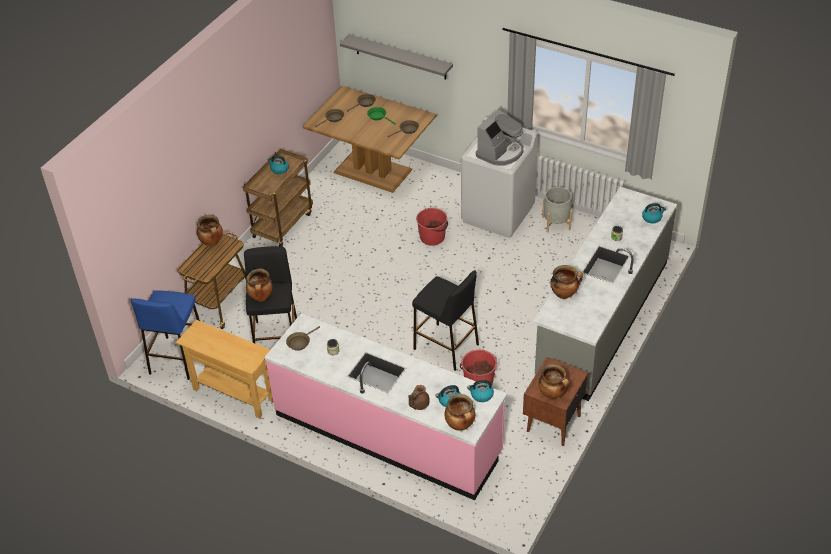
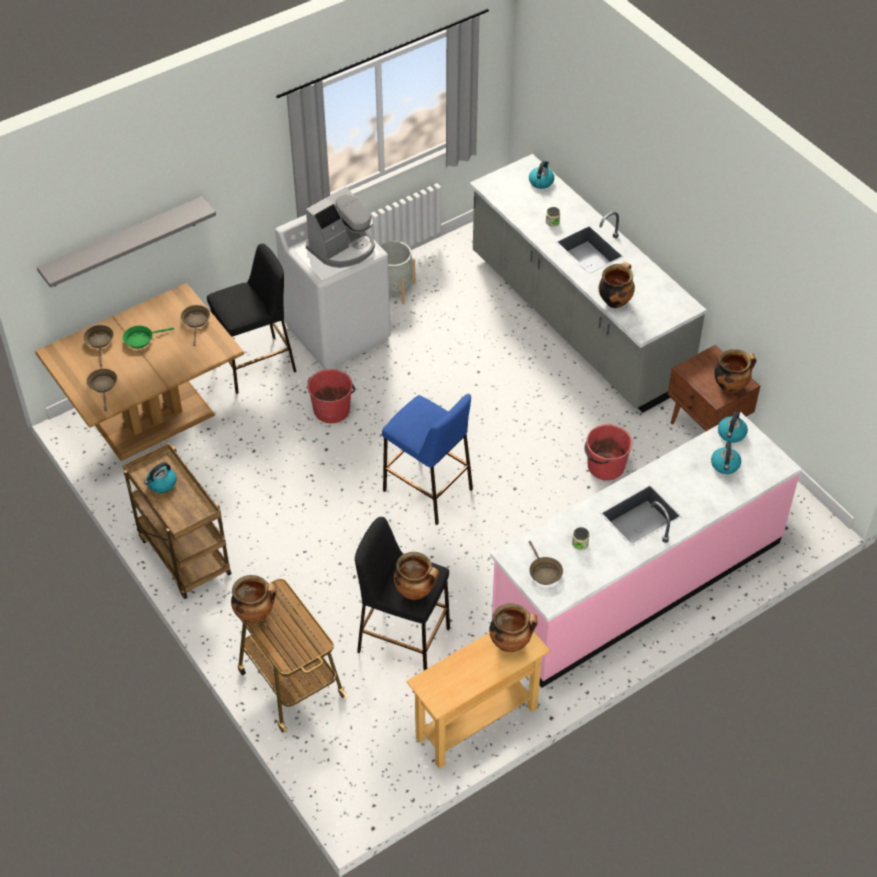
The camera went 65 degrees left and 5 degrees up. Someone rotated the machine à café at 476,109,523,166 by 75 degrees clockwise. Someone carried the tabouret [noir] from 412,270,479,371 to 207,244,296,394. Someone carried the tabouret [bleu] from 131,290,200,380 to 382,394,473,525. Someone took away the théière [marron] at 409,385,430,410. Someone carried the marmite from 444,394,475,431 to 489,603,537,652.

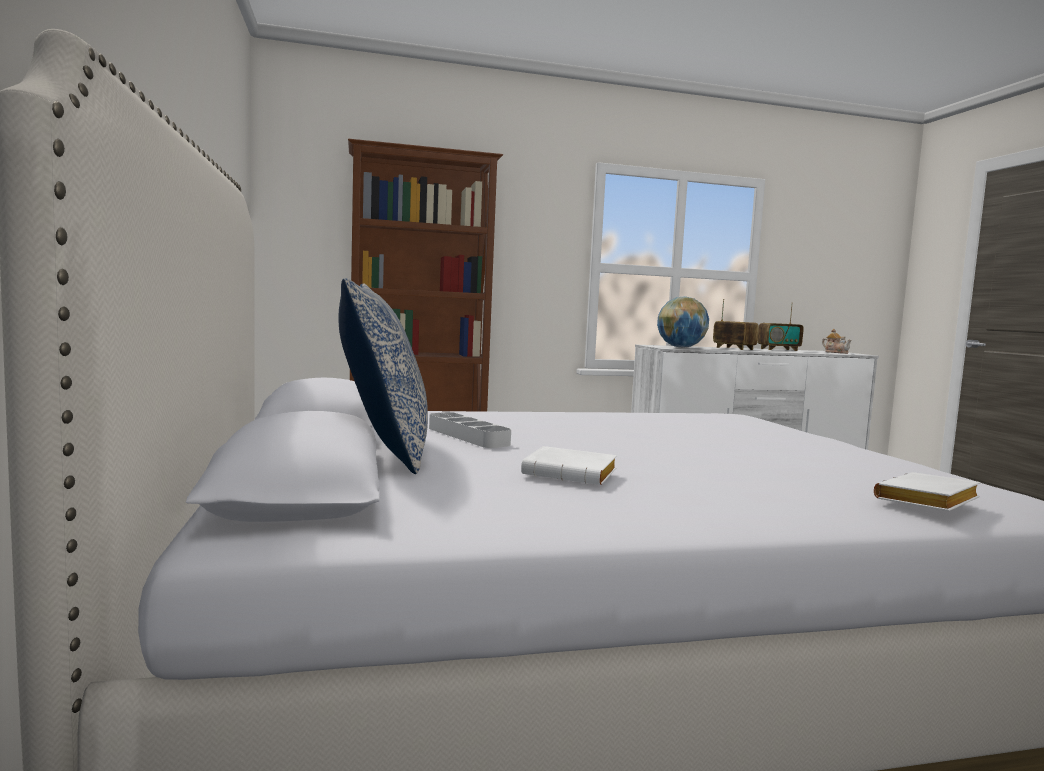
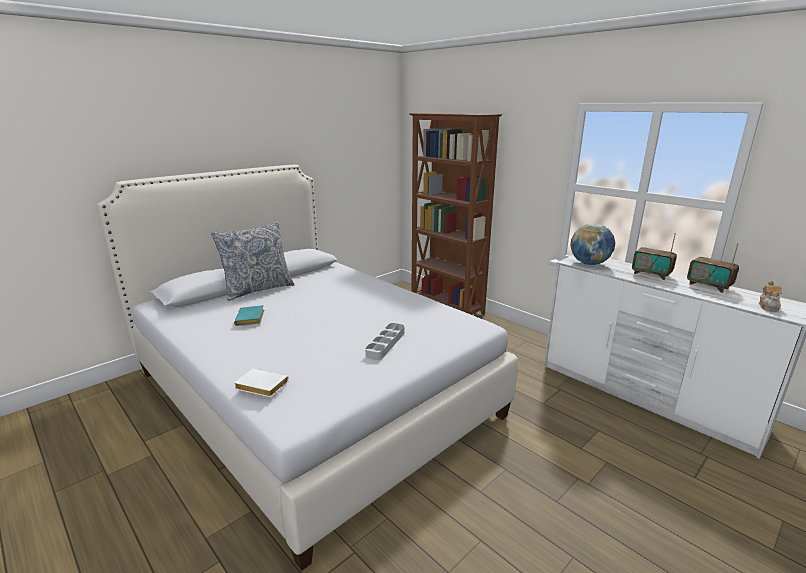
The camera went 60 degrees right and 15 degrees up. Someone rotated the radio at 713,299,759,350 by 105 degrees clockwise. Someone carried the plateau [gris] from 429,412,511,448 to 365,323,404,360. Someone repainted the livre [blanc] at 521,446,617,485, which became the livre [turquoise] at 234,305,264,326.

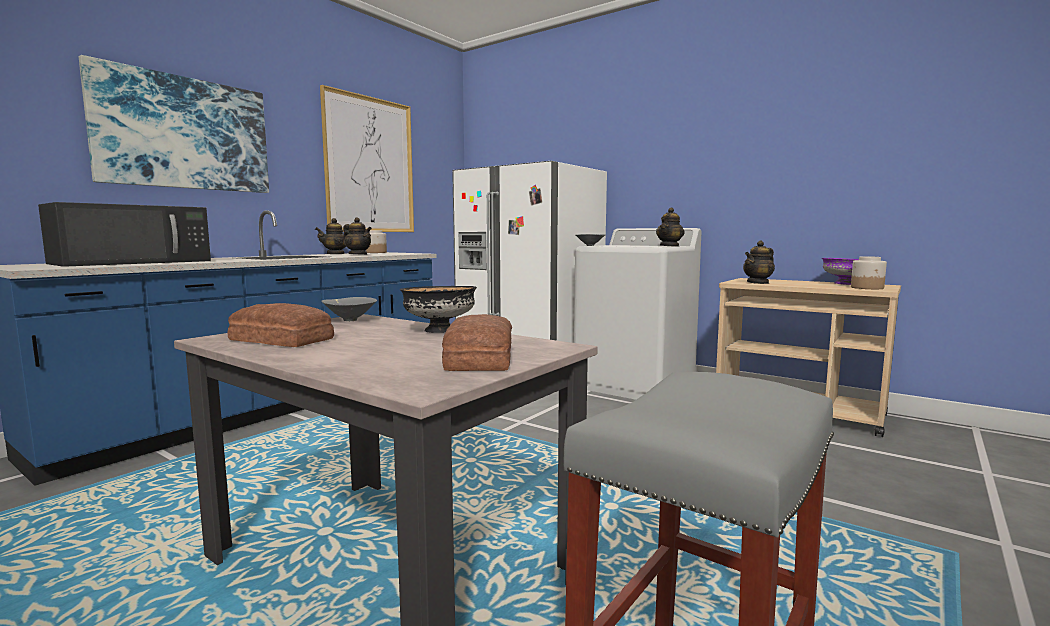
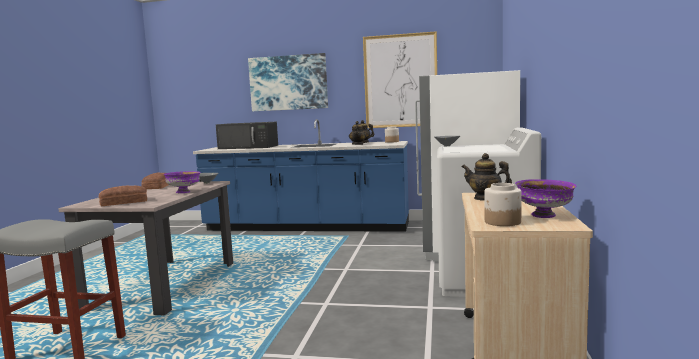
The camera went 65 degrees right and 0 degrees up. Someone took away the théière at 656,207,685,247. Someone repainted the bol [noir] at 400,286,477,333, which became the bol [violet] at 163,171,201,193.

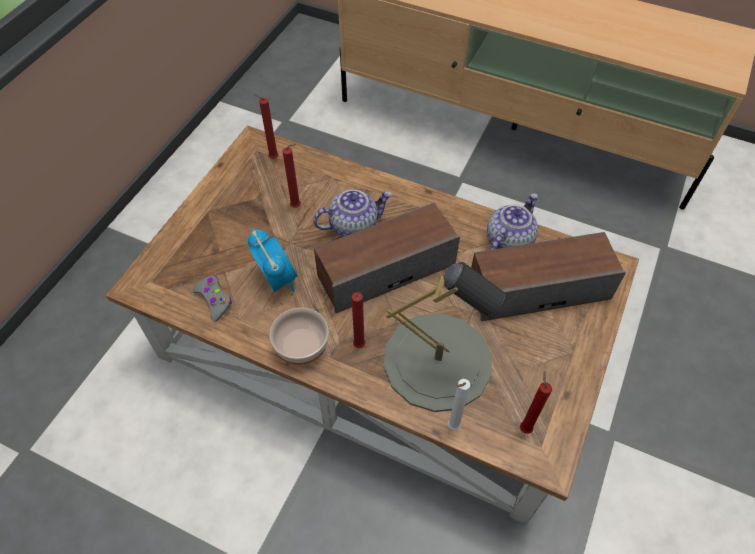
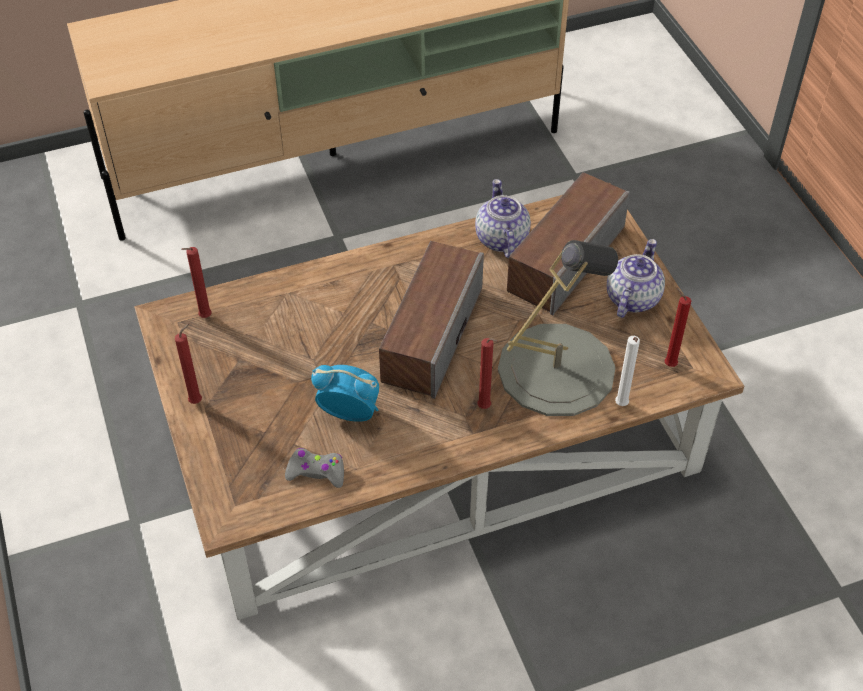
The camera went 45 degrees left and 5 degrees down. Someone carried the bougie [rouge] from 283,144,301,208 to 175,323,202,404. Someone carried the théière from 313,189,392,237 to 607,239,665,318. Someone took away the bol at 270,308,329,365.

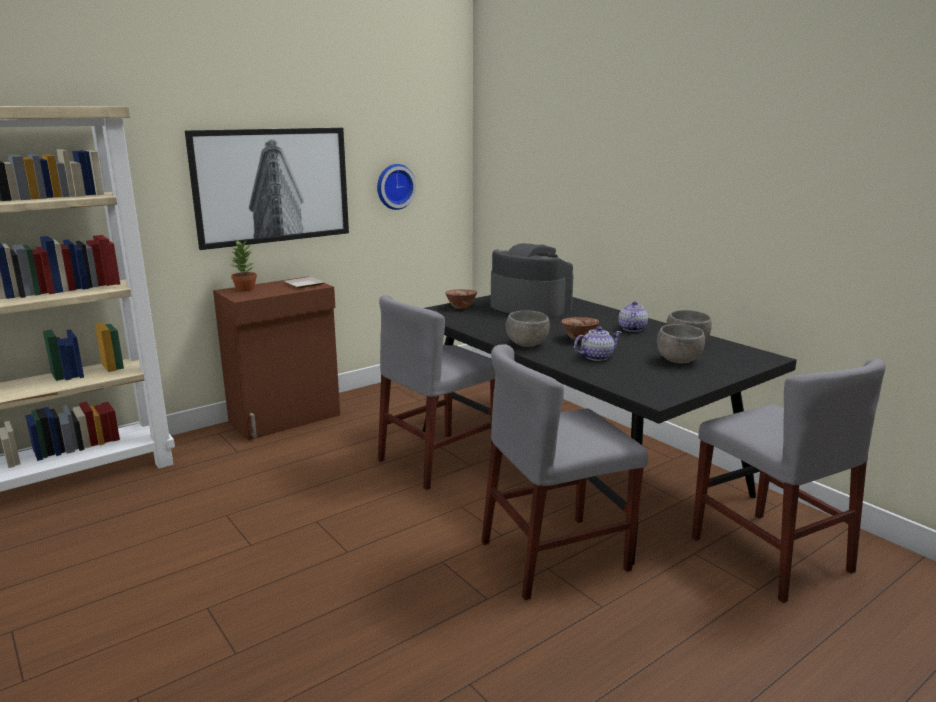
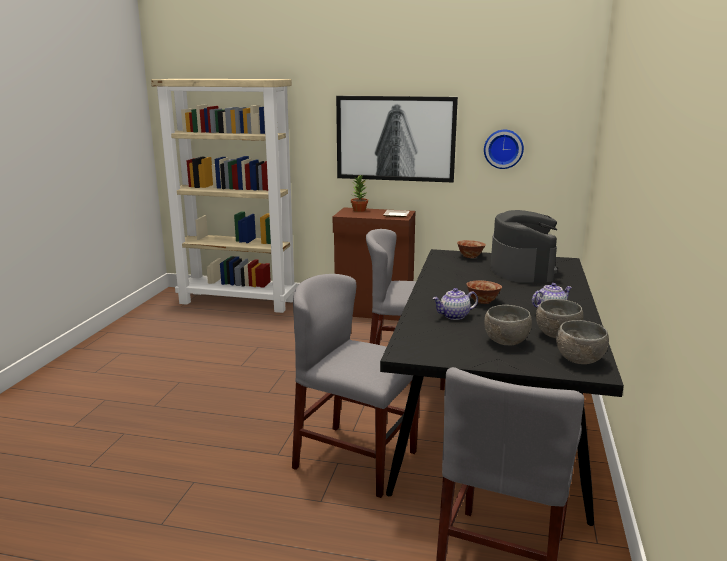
The camera went 50 degrees right and 0 degrees up. Someone carried the bol [gris] from 506,311,550,347 to 556,320,609,364. Someone rotated the théière at 574,327,622,361 by 135 degrees clockwise.

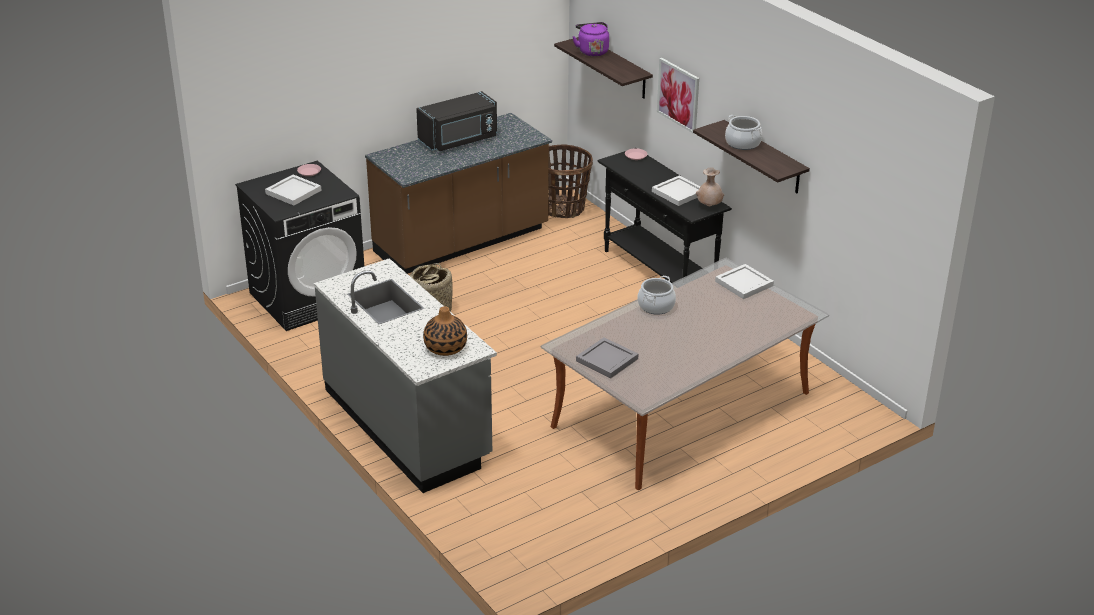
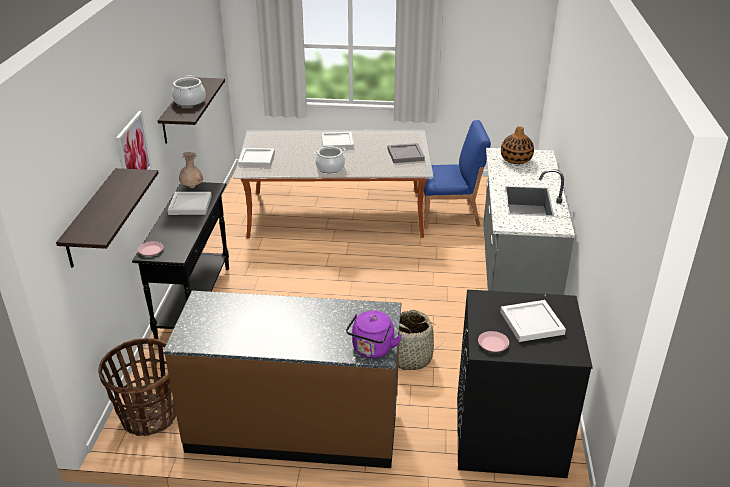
The camera went 140 degrees left and 0 degrees up. Someone carried the bouilloire [violet] from 573,22,609,57 to 346,311,402,358. Someone took away the micro-ondes [noir] at 416,91,497,151. Someone put down the chaise [bleu] at 418,120,491,229. Someone put down the plateau [blanc] at 322,132,354,149.

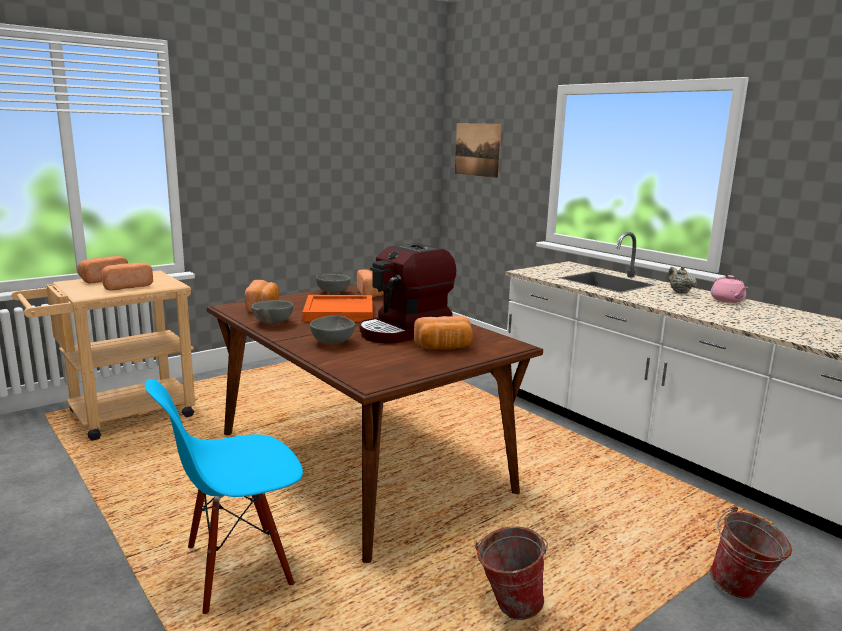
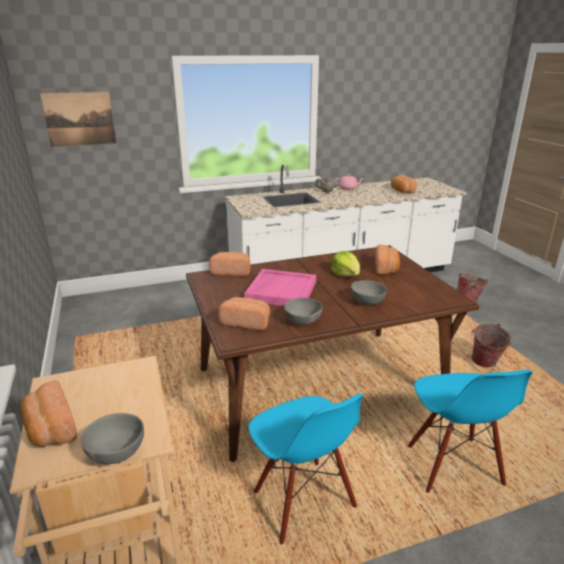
The camera went 70 degrees left and 10 degrees up. Someone swapped the machine à café at 360,243,456,344 for the laitue at 331,251,360,277. Someone carried the pain from 101,263,153,290 to 391,175,417,194. Someone carried the bol [gris] from 316,274,351,293 to 81,413,144,464. Someone repainted the plateau [orange] at 302,295,373,322, which became the plateau [rose] at 244,269,316,306. Someone put down the chaise [bleu] at 248,394,363,544.

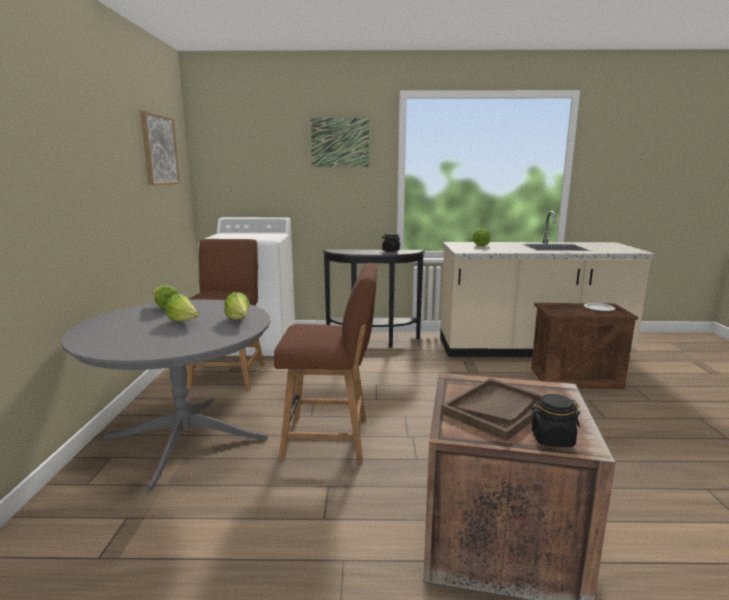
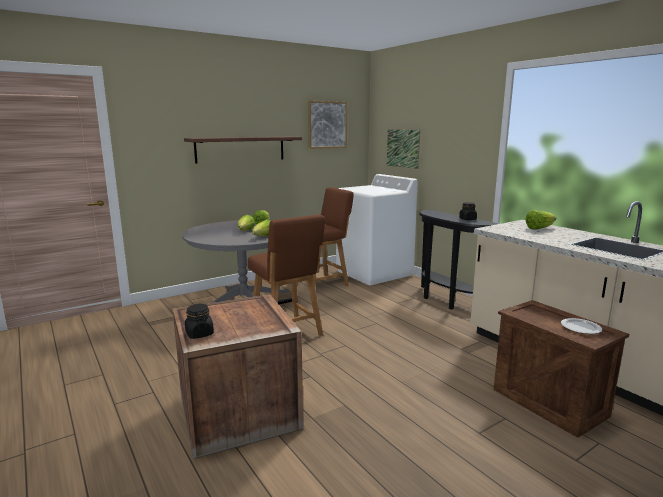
The camera went 55 degrees right and 0 degrees up. Someone carried the tableau from 310,118,369,167 to 387,129,420,169. Someone took away the plateau [marron] at 441,378,543,441. Someone put up the étagère at 184,137,302,164.

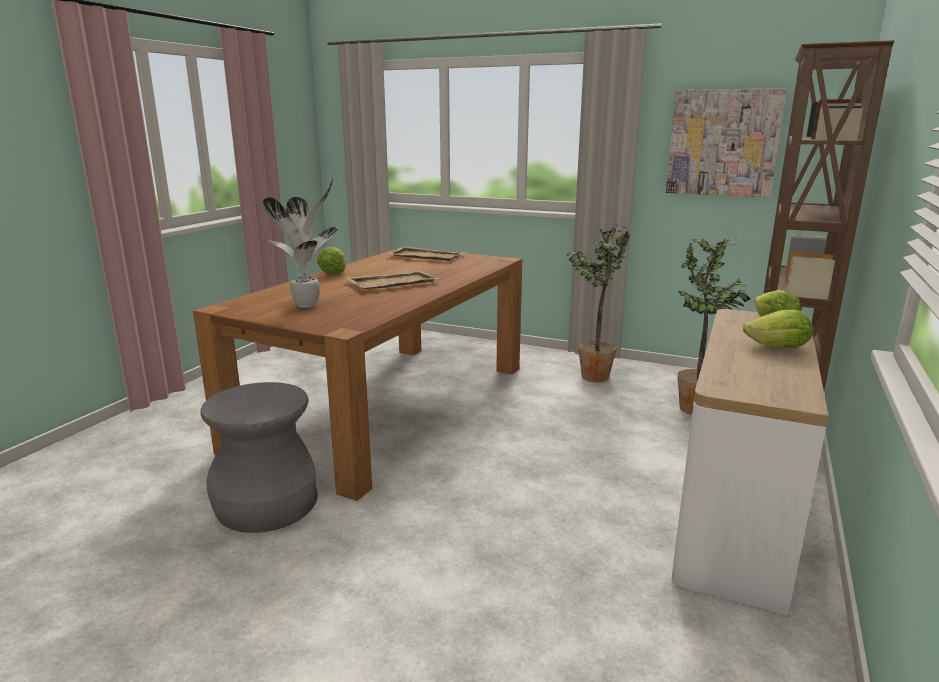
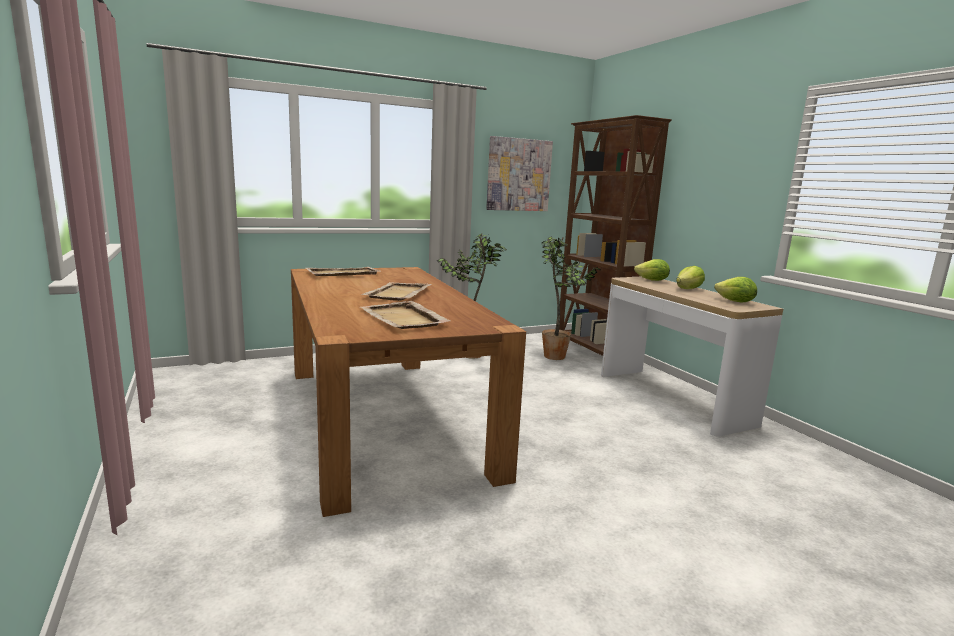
The camera went 50 degrees left and 5 degrees down. Someone swapped the plante en pot at 263,178,338,308 for the plateau [beige] at 360,301,450,329. Someone carried the laitue from 317,247,346,274 to 714,277,757,302. Someone took away the tabouret [gris] at 201,382,318,533.

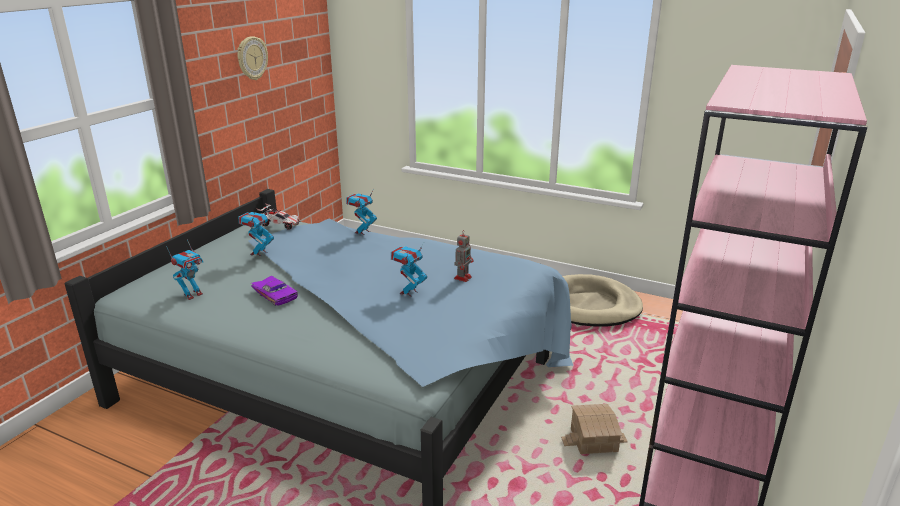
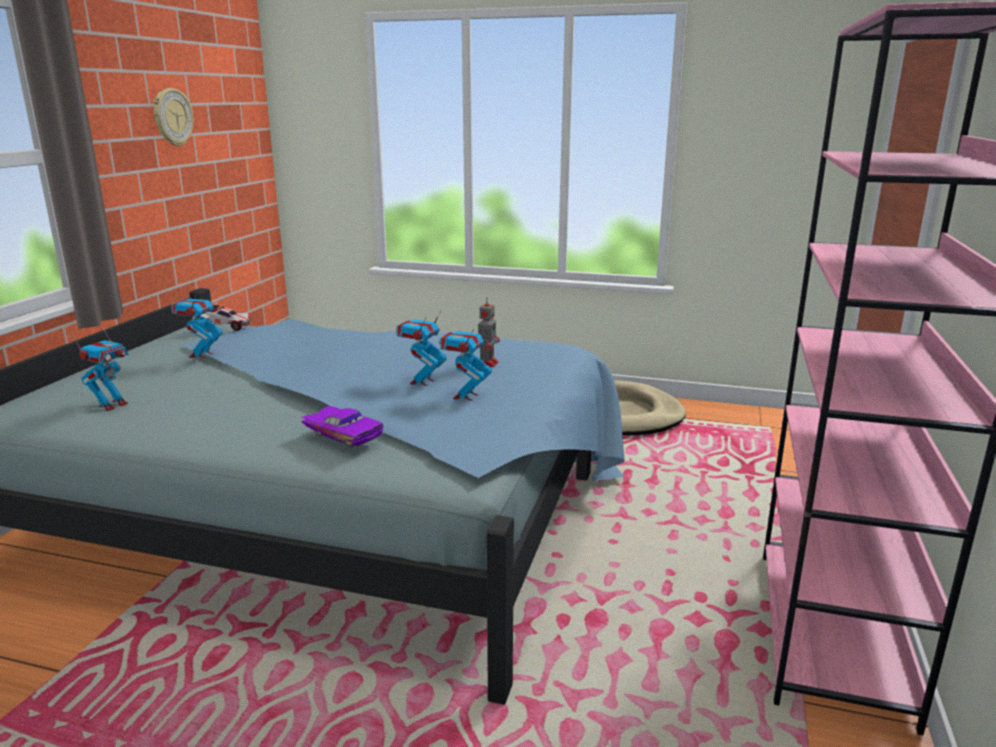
The camera went 10 degrees left and 5 degrees down. Someone carried the robot jouet from 346,189,377,235 to 439,322,492,401. Someone carried the petite voiture [violet] from 251,276,298,306 to 300,406,384,447. Someone took away the maison miniature at 561,404,628,454.

